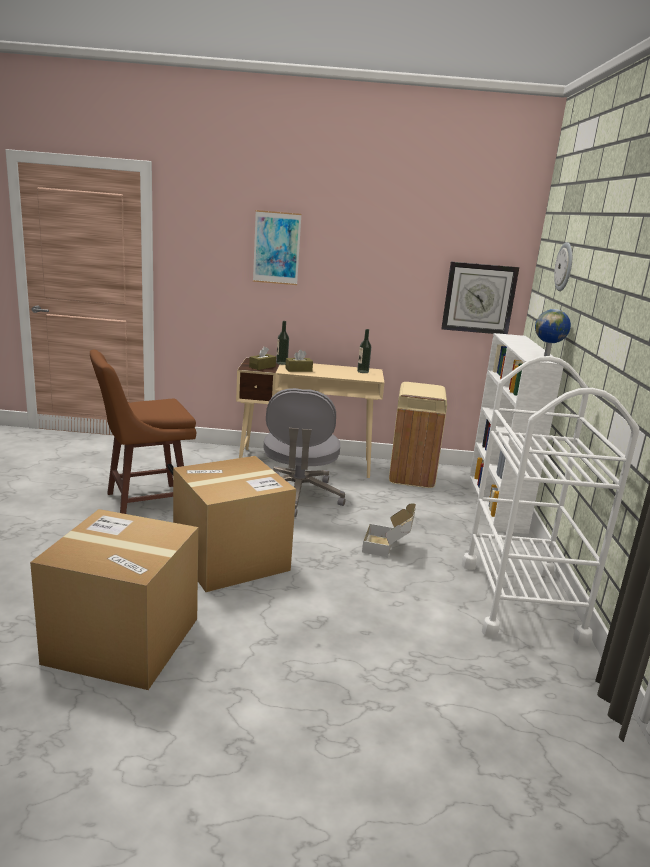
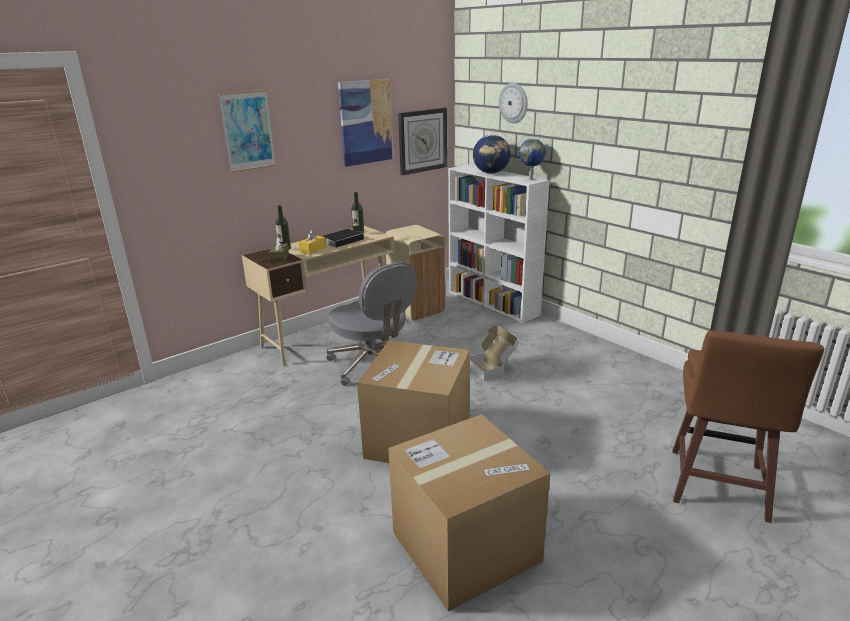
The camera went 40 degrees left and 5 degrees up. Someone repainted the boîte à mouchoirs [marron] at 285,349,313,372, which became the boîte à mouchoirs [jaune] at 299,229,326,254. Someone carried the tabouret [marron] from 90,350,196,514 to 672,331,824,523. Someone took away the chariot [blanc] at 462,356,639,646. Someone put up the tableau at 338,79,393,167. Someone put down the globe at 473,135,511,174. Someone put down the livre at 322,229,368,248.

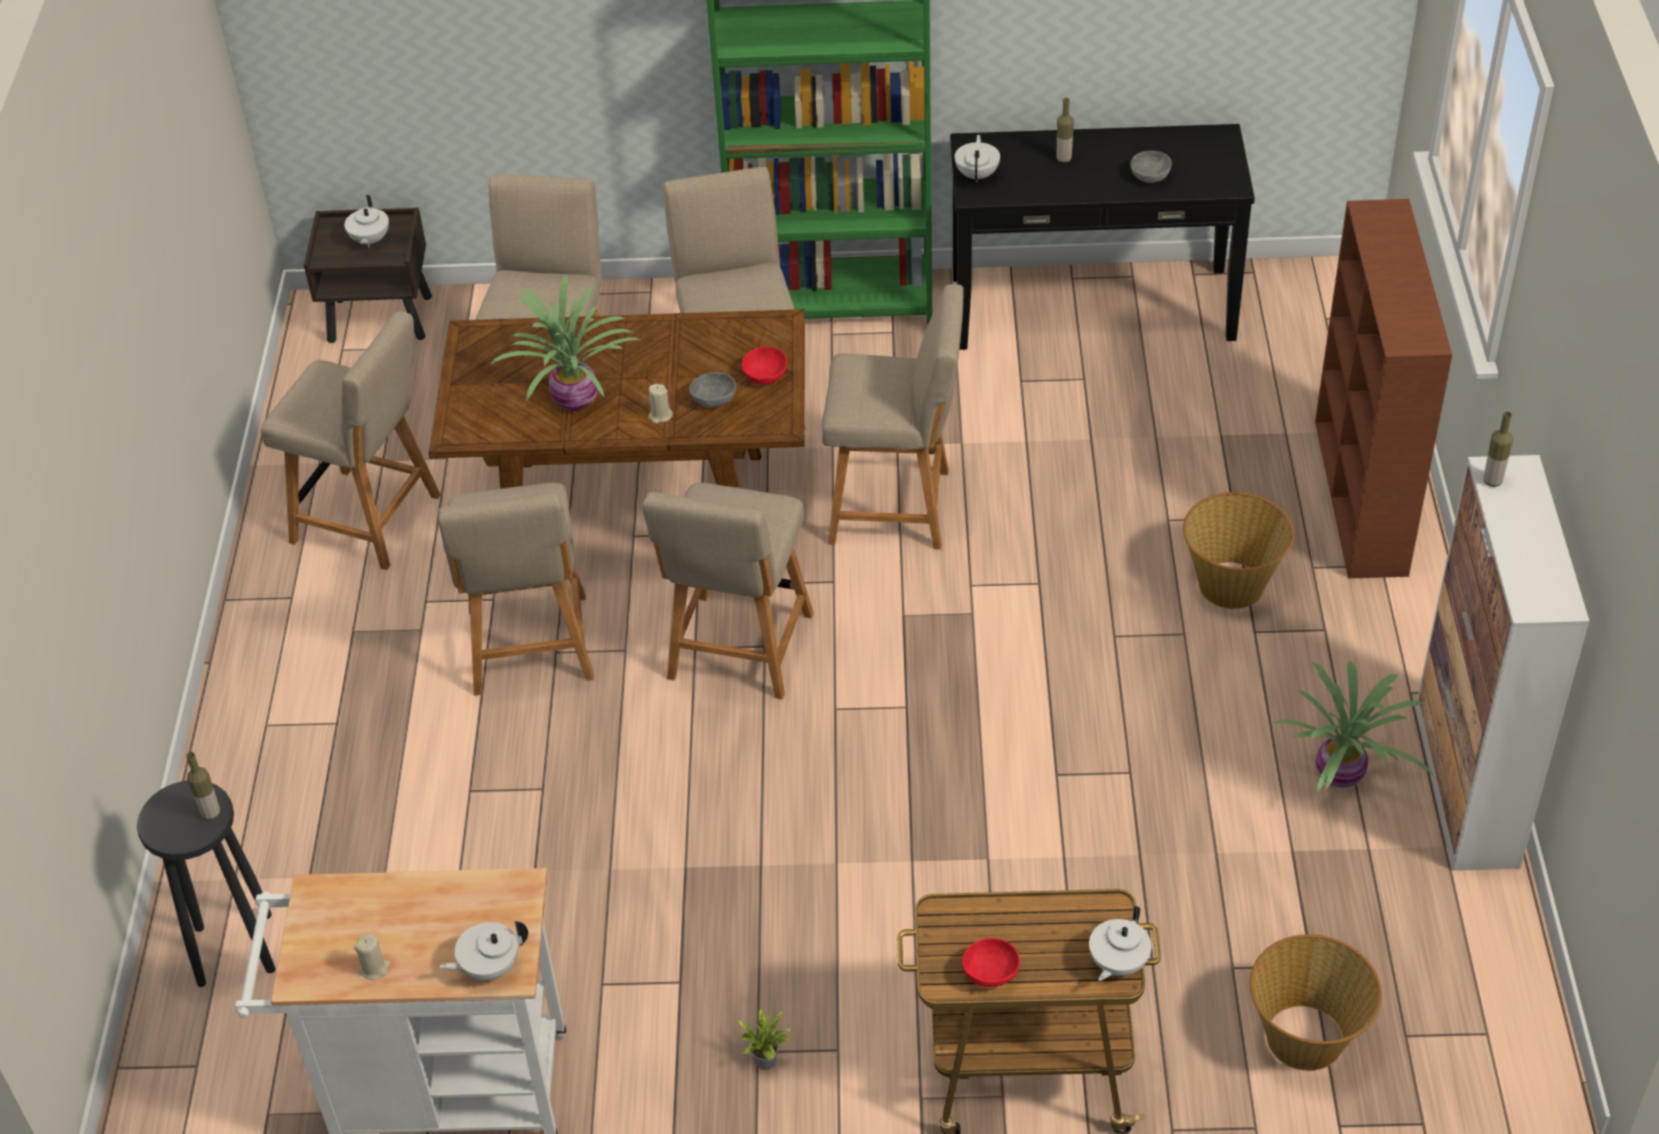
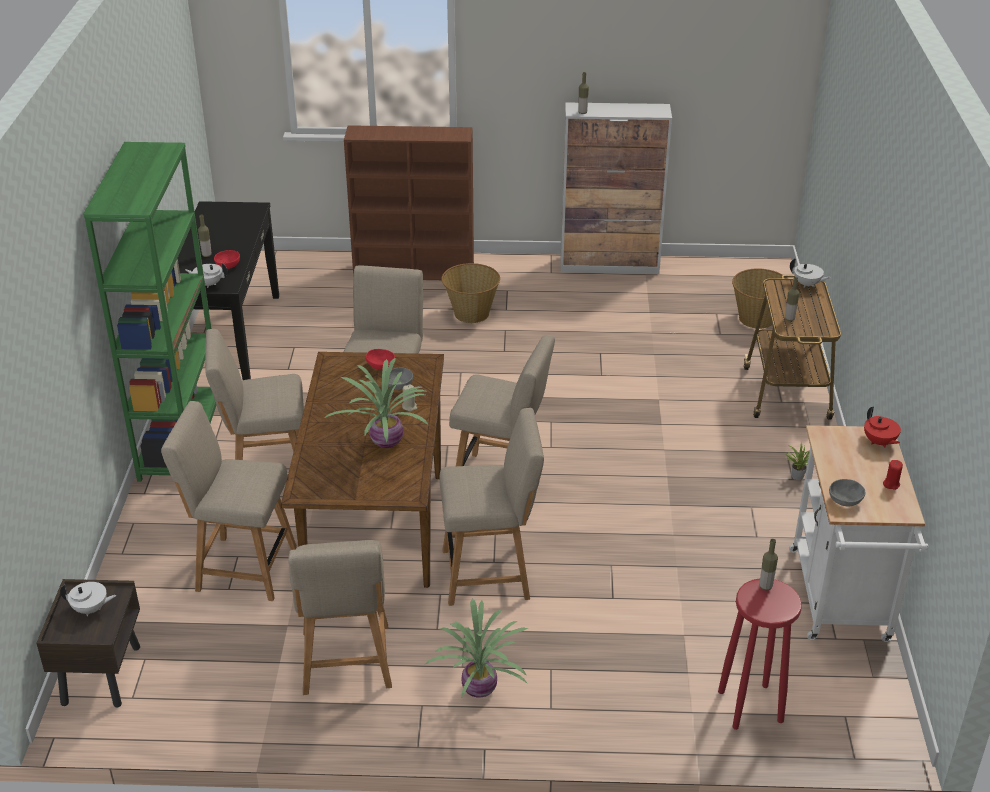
The camera went 90 degrees left and 10 degrees down. Someone carried the bol [gris] from 1130,151,1172,183 to 829,479,865,506. Someone rotated the chaise [beige] at 261,311,441,570 by 150 degrees clockwise. Someone carried the plante en pot from 1274,661,1434,793 to 424,599,529,698. Someone repainted the tabouret [noir] at 137,780,275,987, which became the tabouret [rouge] at 718,578,802,730. Someone repainted the théière [blanc] at 439,921,528,980, which became the théière [rouge] at 864,407,901,447. Someone repainted the bougie [beige] at 354,934,390,980, which became the bougie [rouge] at 883,460,903,490. Someone carried the bol [rouge] from 962,938,1020,987 to 214,250,240,269. Someone put down the bouteille at 785,277,799,321.

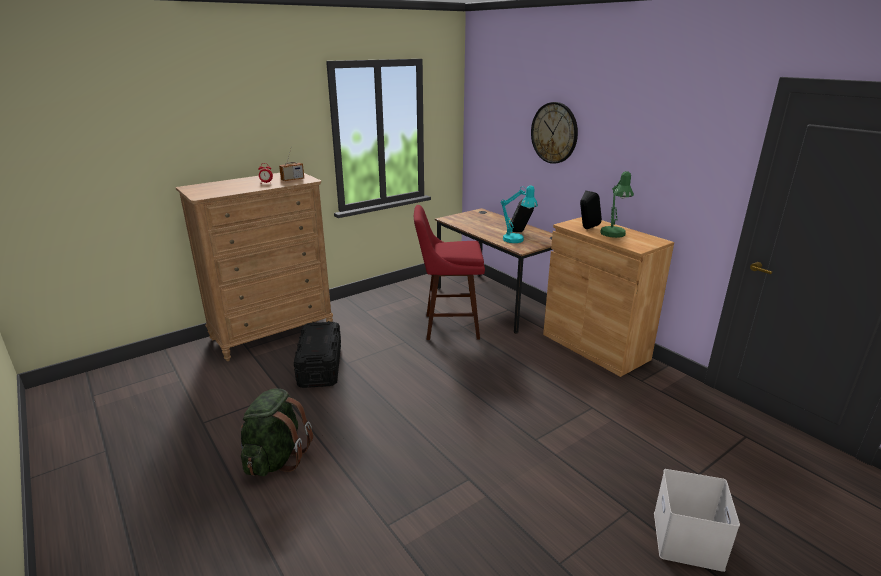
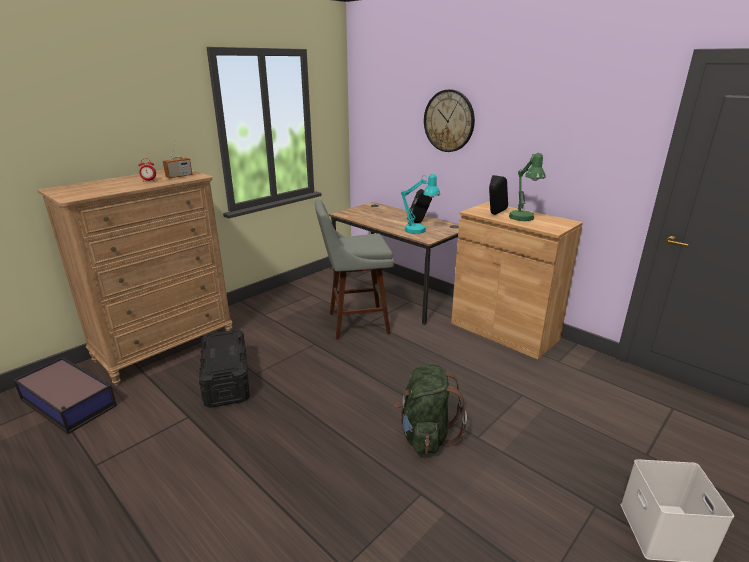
The camera went 10 degrees left and 0 degrees up. Someone repainted the tabouret [rouge] at 414,205,485,340, which became the tabouret [gris] at 315,199,394,340. Someone carried the sac à dos [vert] from 241,389,313,476 to 395,364,467,454. Someone put down the boîte de rangement at 13,357,117,434.

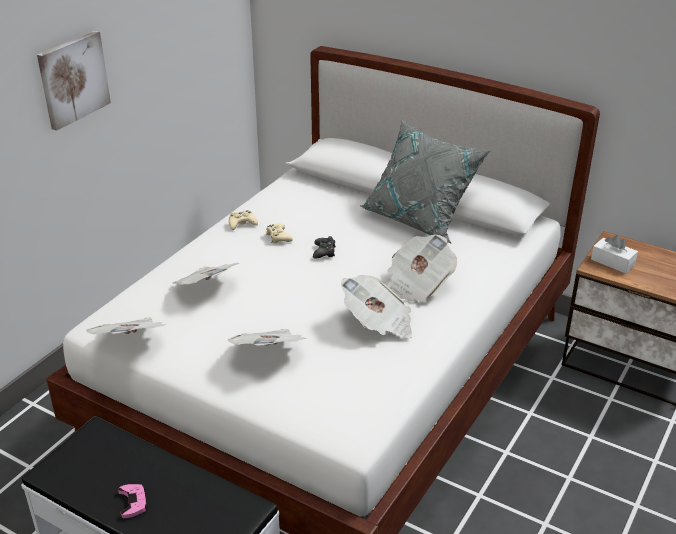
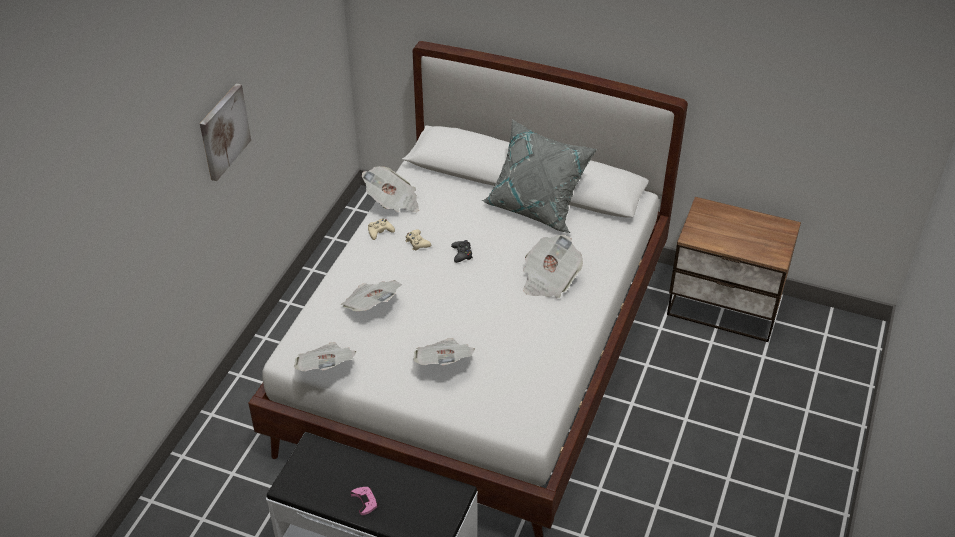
The camera went 10 degrees left and 10 degrees up. Someone took away the boîte à mouchoirs [blanc] at 591,235,638,274. Someone carried the journal from 341,275,412,339 to 362,166,419,212.

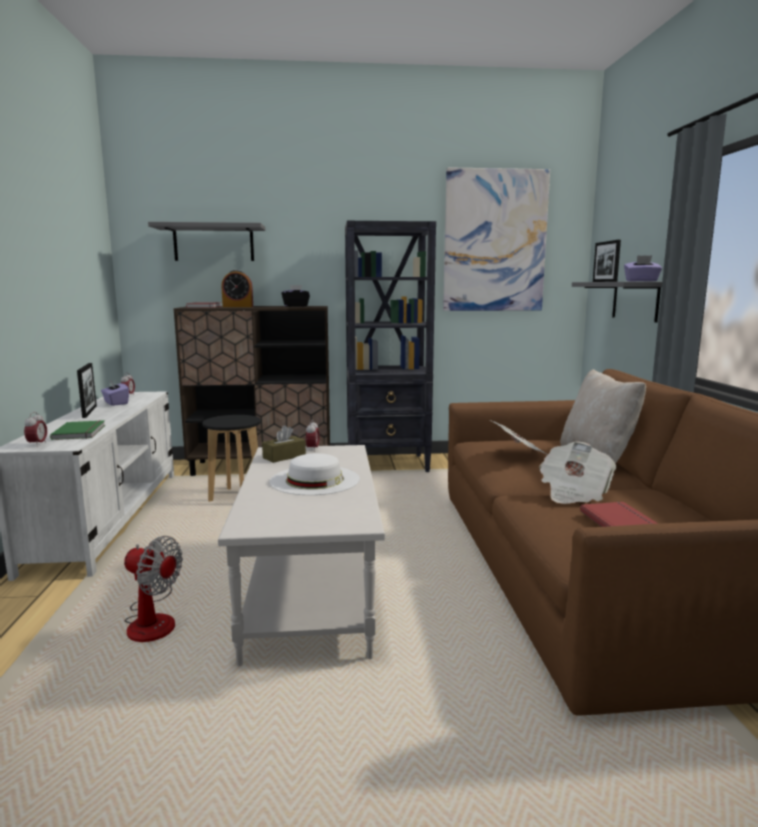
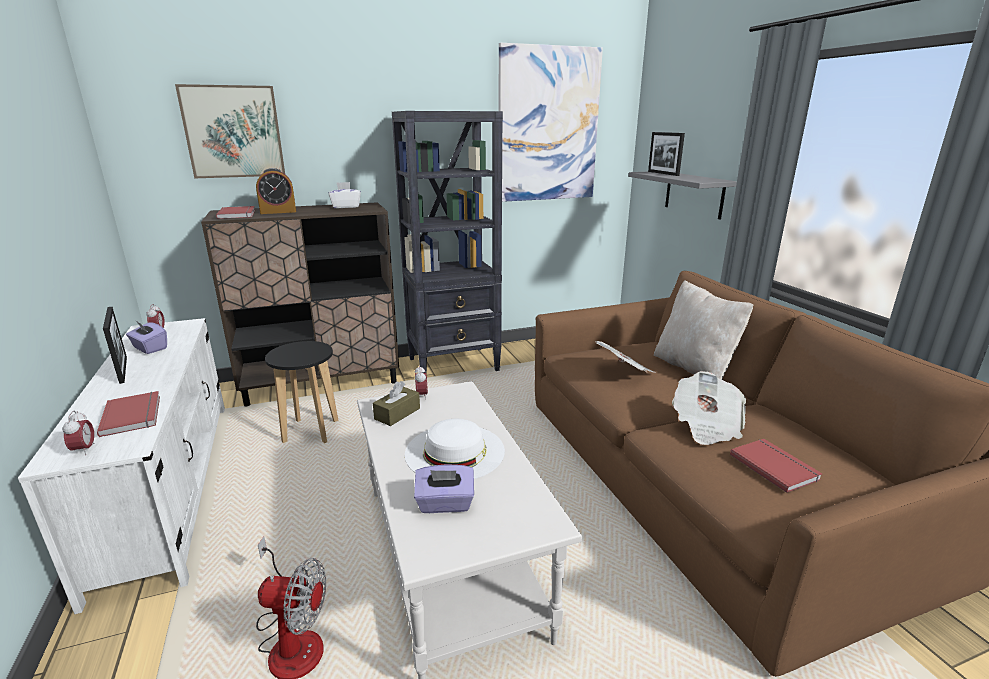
The camera went 15 degrees left and 10 degrees up. Someone swapped the étagère [gris] at 148,222,265,261 for the tableau at 175,84,285,178. Someone carried the boîte à mouchoirs [violet] from 624,255,662,282 to 414,465,474,513. Someone repainted the boîte à mouchoirs [noir] at 281,285,310,307, which became the boîte à mouchoirs [blanc] at 329,182,361,208. Someone repainted the livre [vert] at 50,420,105,440, which became the livre [rouge] at 97,391,160,437.

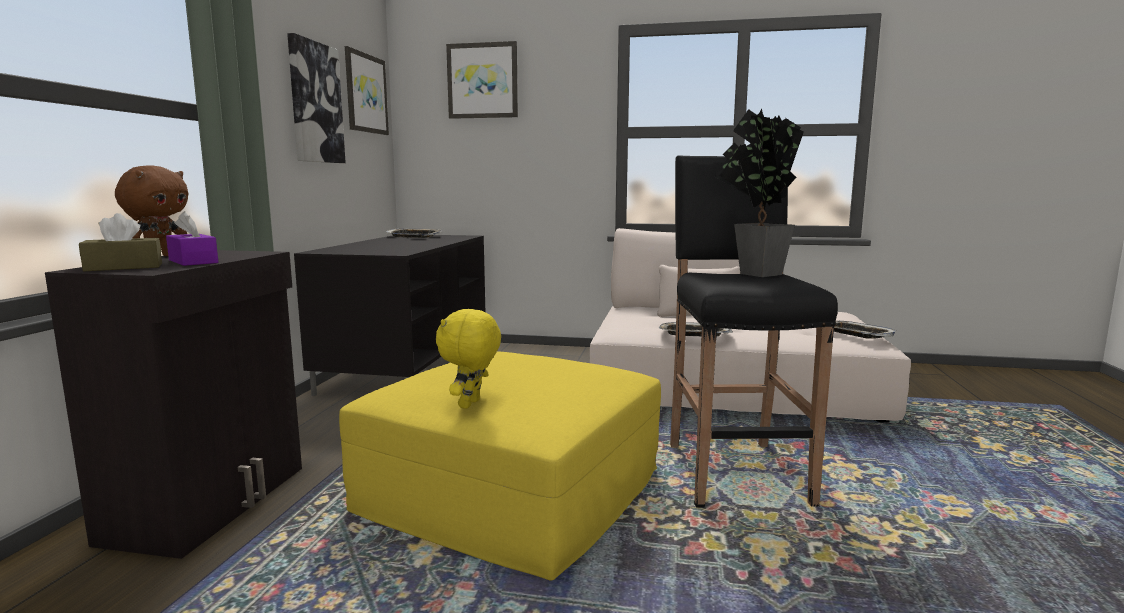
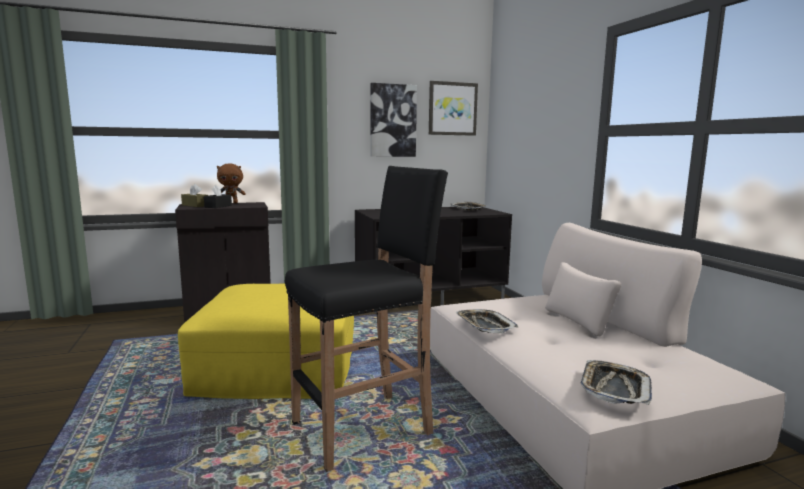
The camera went 60 degrees right and 0 degrees up. Someone took away the tableau at 446,41,518,119. Someone took away the plante en pot at 714,108,804,277. Someone repainted the boîte à mouchoirs [violet] at 166,211,218,266, which became the boîte à mouchoirs [noir] at 204,185,232,208. Someone took away the peluche [jaune] at 436,309,501,409.

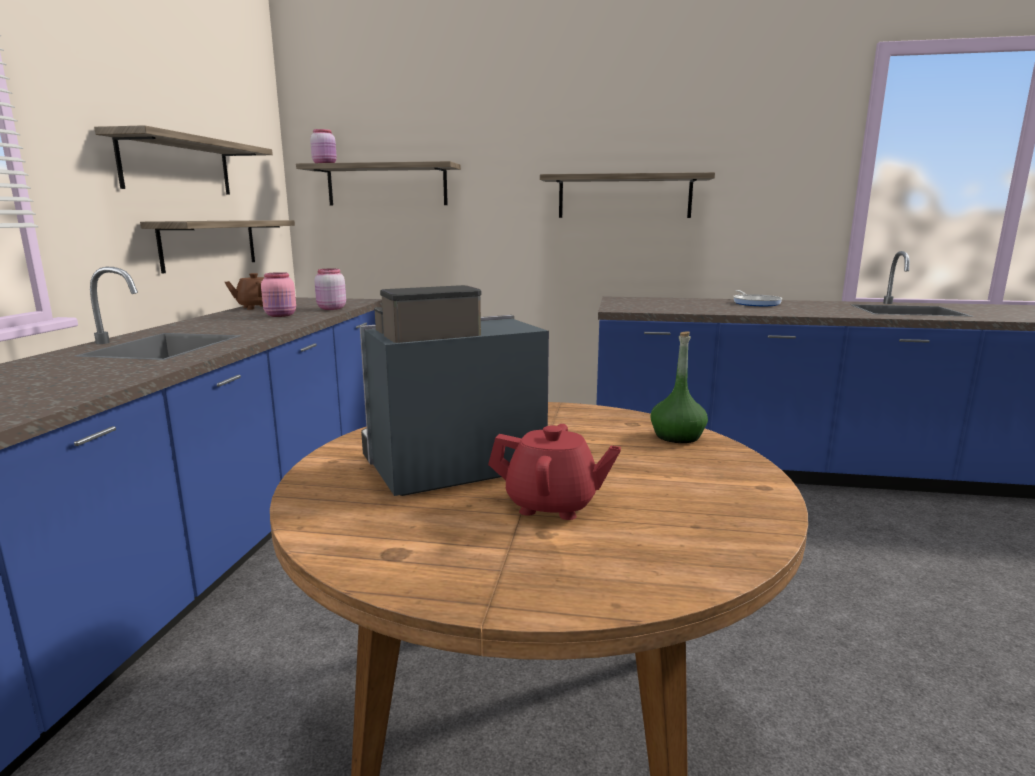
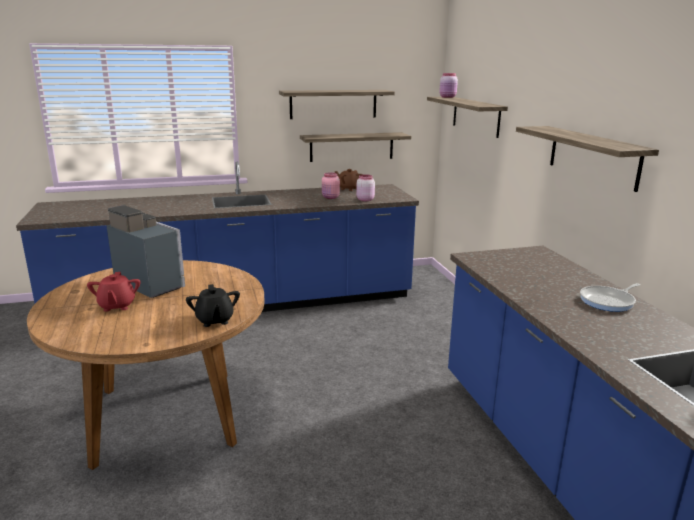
The camera went 65 degrees right and 5 degrees up. Someone swapped the bouteille [vert] at 650,331,708,443 for the théière [noir] at 186,284,240,327.

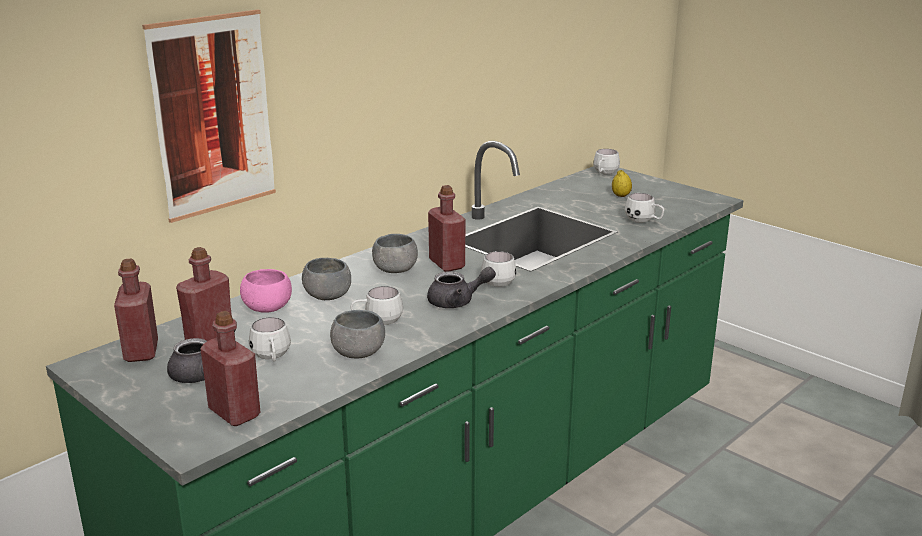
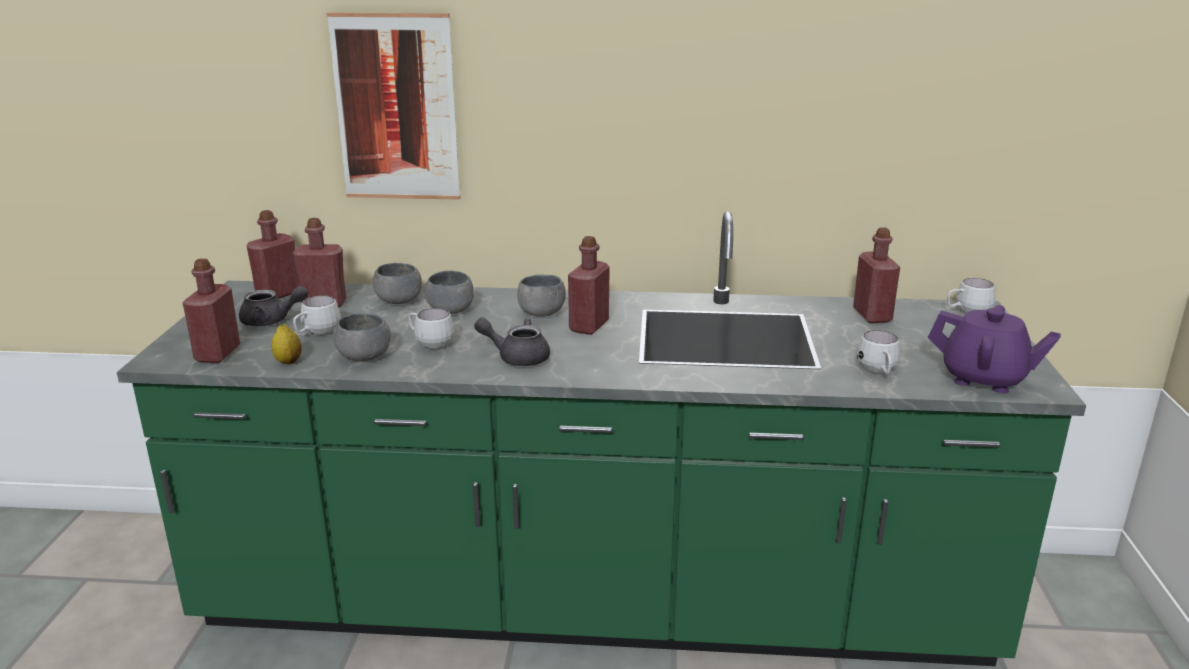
The camera went 50 degrees right and 0 degrees up. Someone carried the citron from 612,170,632,197 to 271,324,302,364. Someone took away the mug [blanc] at 481,251,517,287. Someone rotated the théière [gris] at 427,267,496,308 by 150 degrees clockwise. Someone repainted the bol [rose] at 240,269,292,313, which became the bol [gris] at 373,263,422,304. Someone put down the bouteille [rouge] at 853,227,900,323. Someone put down the théière [violet] at 928,305,1061,394.

